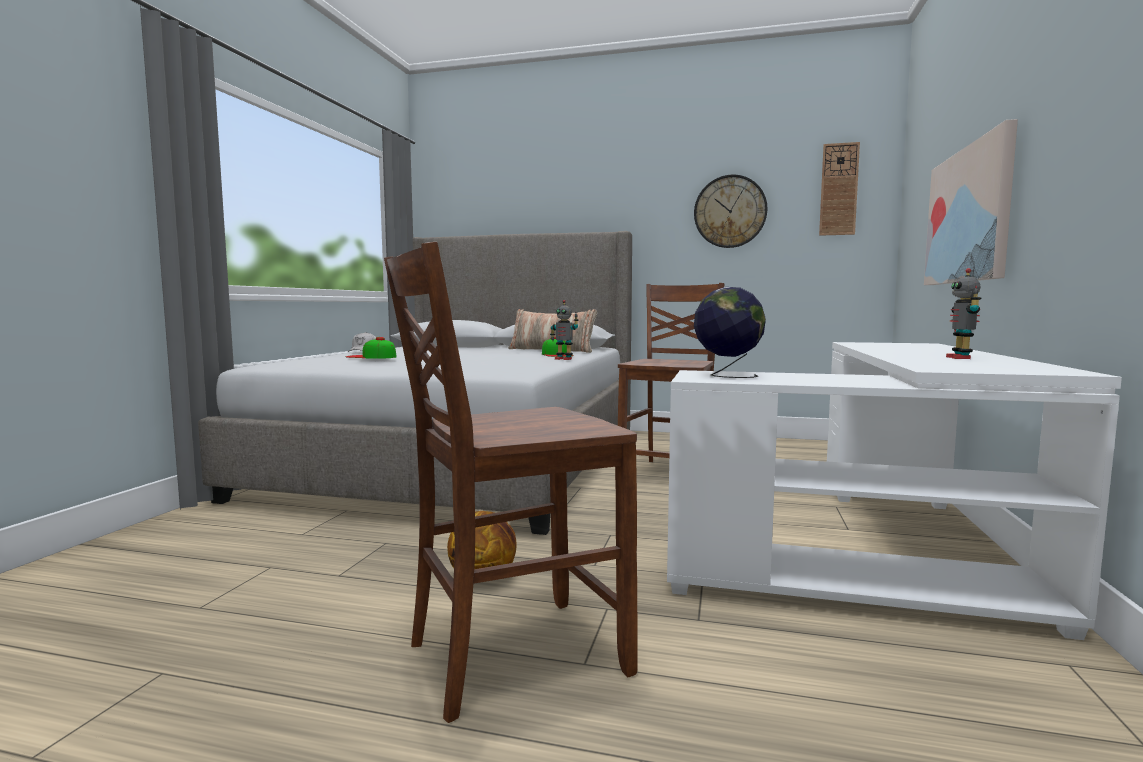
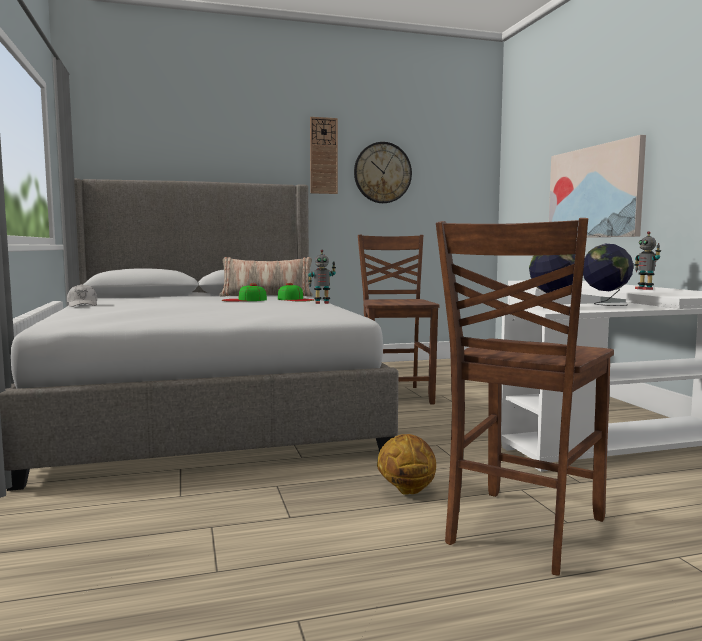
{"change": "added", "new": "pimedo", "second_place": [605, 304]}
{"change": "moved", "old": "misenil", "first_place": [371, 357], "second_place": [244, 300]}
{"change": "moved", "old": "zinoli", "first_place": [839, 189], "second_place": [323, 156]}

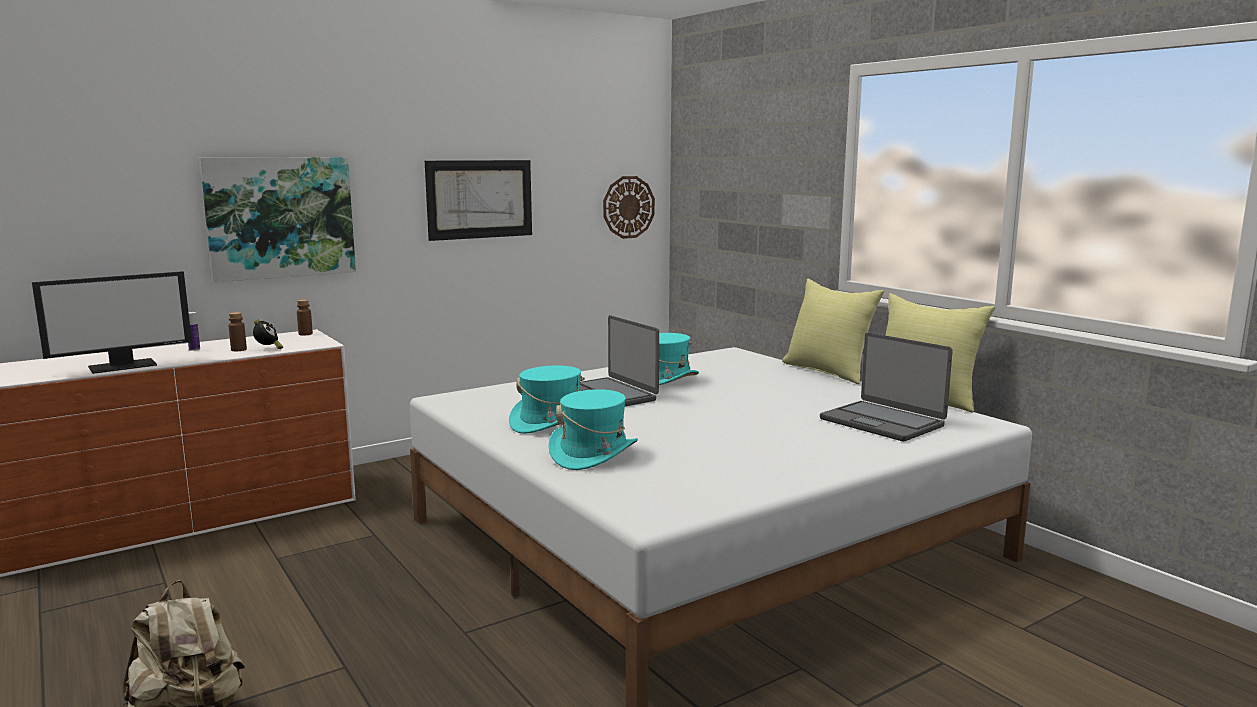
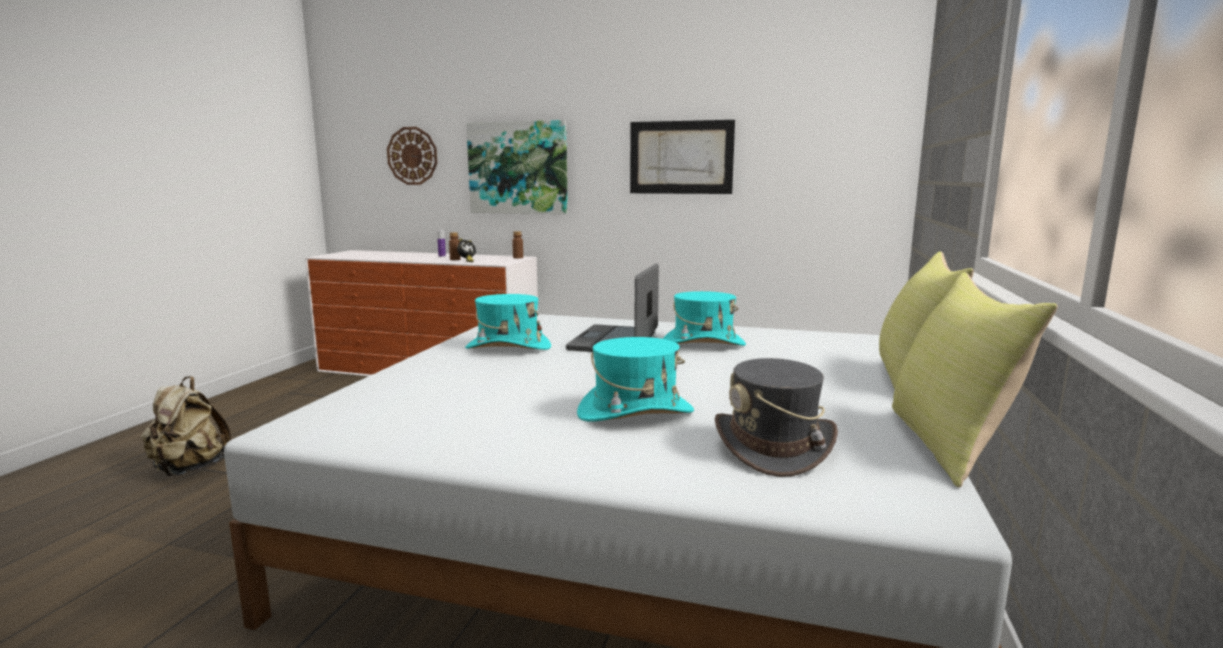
{"change": "removed", "old": "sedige", "first_place": [123, 365]}
{"change": "moved", "old": "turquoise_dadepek", "first_place": [593, 454], "second_place": [635, 412]}
{"change": "moved", "old": "zinoli", "first_place": [628, 207], "second_place": [412, 156]}
{"change": "replaced", "old": "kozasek", "new": "grey_dadepek", "first_place": [882, 422], "second_place": [773, 447]}

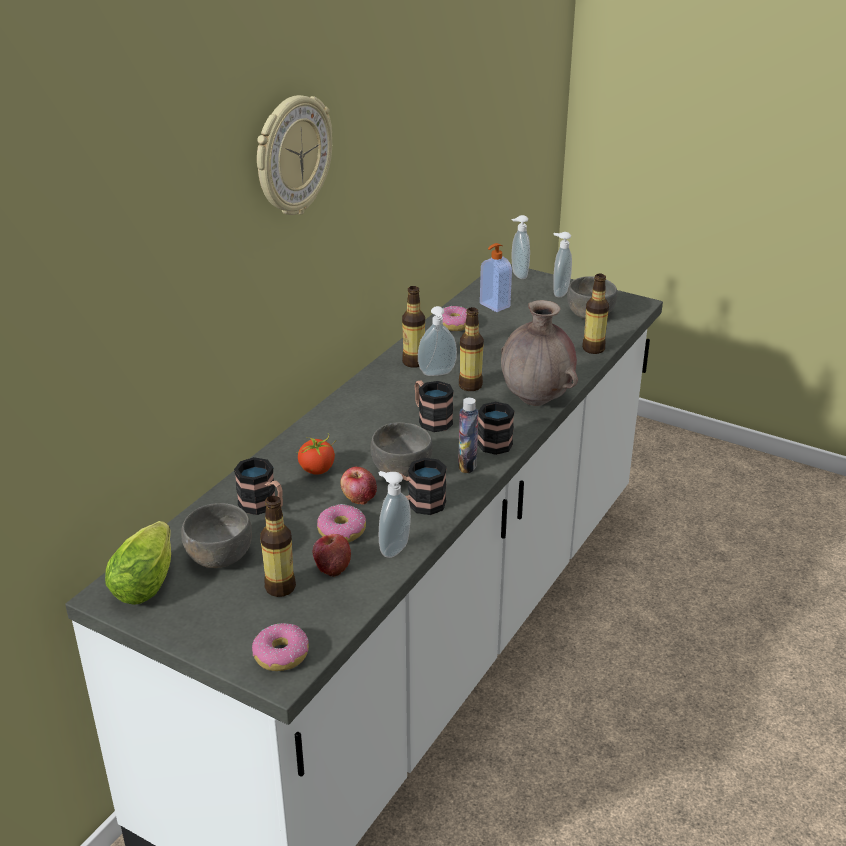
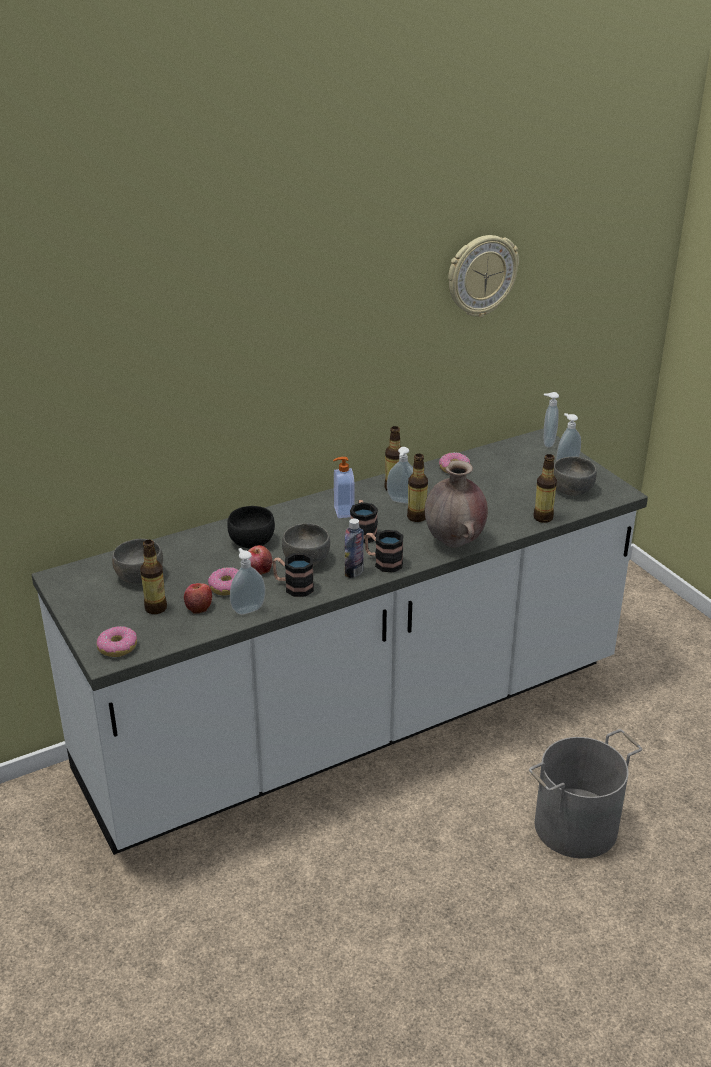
{"change": "removed", "old": "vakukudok", "first_place": [147, 578]}
{"change": "removed", "old": "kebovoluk", "first_place": [263, 506]}
{"change": "added", "new": "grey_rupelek", "second_place": [576, 827]}
{"change": "moved", "old": "zinoli", "first_place": [292, 156], "second_place": [481, 275]}
{"change": "moved", "old": "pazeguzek", "first_place": [494, 305], "second_place": [343, 512]}
{"change": "replaced", "old": "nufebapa", "new": "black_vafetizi", "first_place": [317, 469], "second_place": [251, 542]}

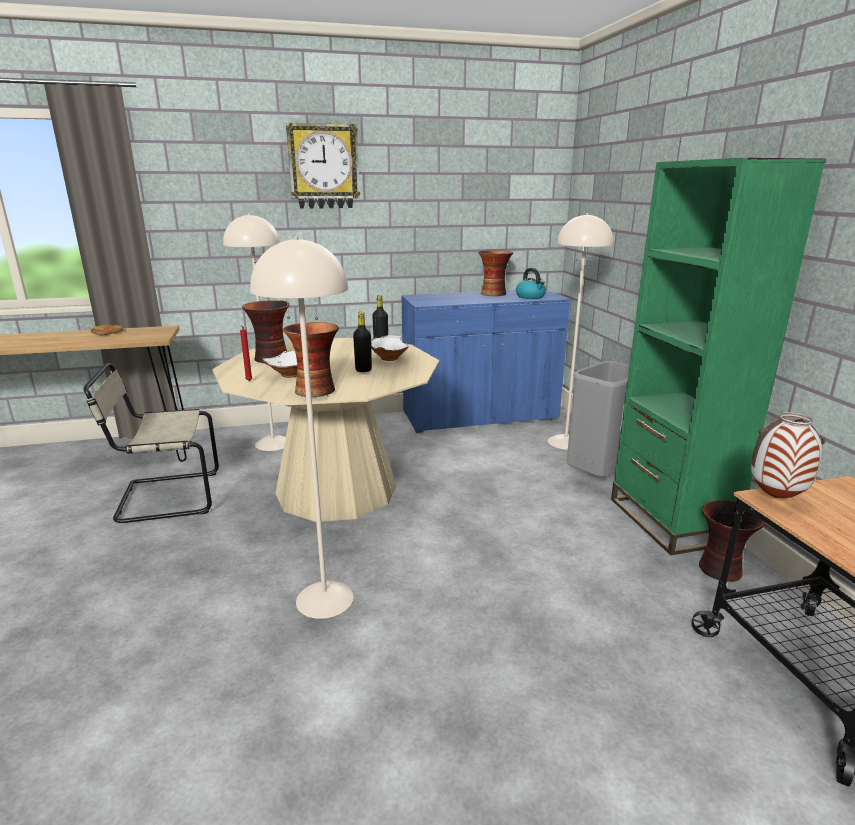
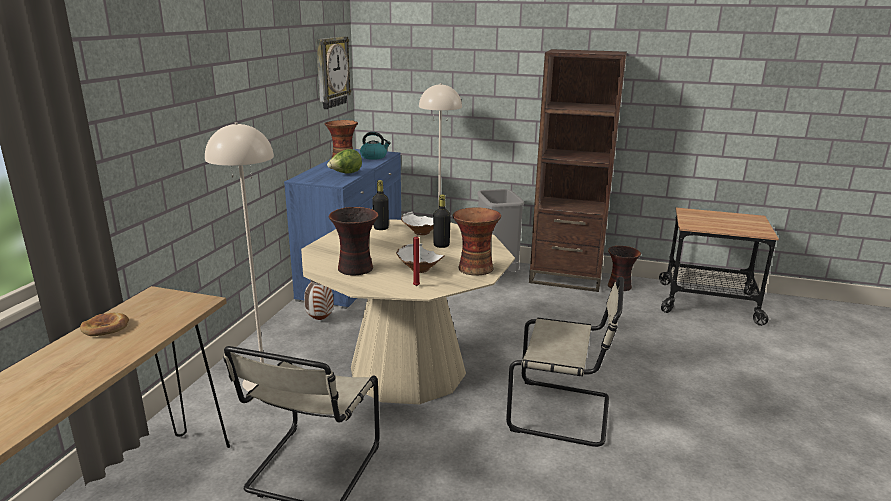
{"change": "added", "new": "vakukudok", "second_place": [345, 174]}
{"change": "moved", "old": "zinoli", "first_place": [324, 167], "second_place": [331, 72]}
{"change": "moved", "old": "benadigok", "first_place": [776, 497], "second_place": [320, 319]}
{"change": "replaced", "old": "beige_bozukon", "new": "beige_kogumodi", "first_place": [324, 599], "second_place": [564, 413]}
{"change": "recoloured", "old": "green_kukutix", "new": "brown_kukutix", "first_place": [669, 520], "second_place": [565, 278]}

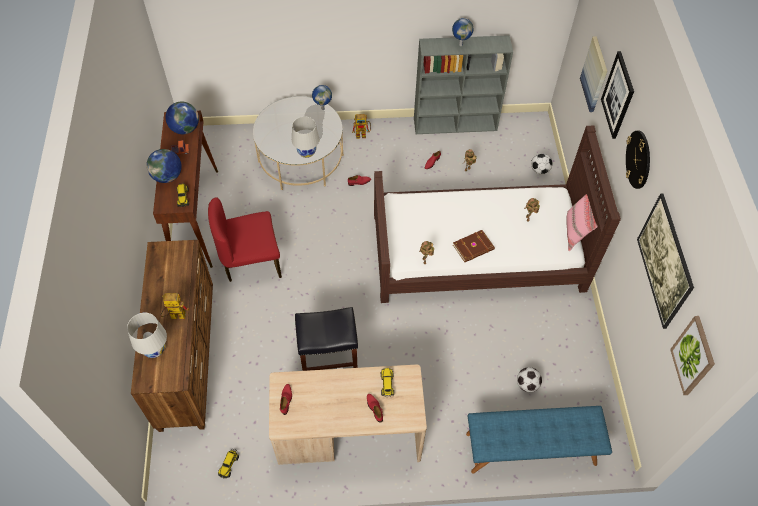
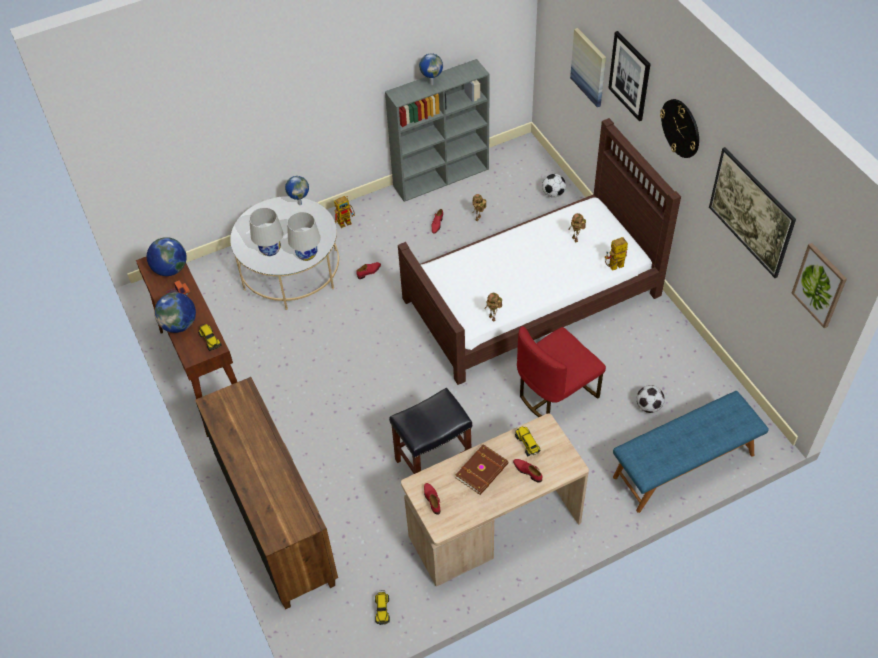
{"change": "removed", "old": "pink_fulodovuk", "first_place": [576, 232]}
{"change": "moved", "old": "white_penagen", "first_place": [154, 349], "second_place": [270, 250]}
{"change": "moved", "old": "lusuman", "first_place": [175, 316], "second_place": [613, 267]}
{"change": "moved", "old": "red_kogumodi", "first_place": [251, 261], "second_place": [555, 393]}
{"change": "moved", "old": "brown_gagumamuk", "first_place": [474, 247], "second_place": [482, 471]}

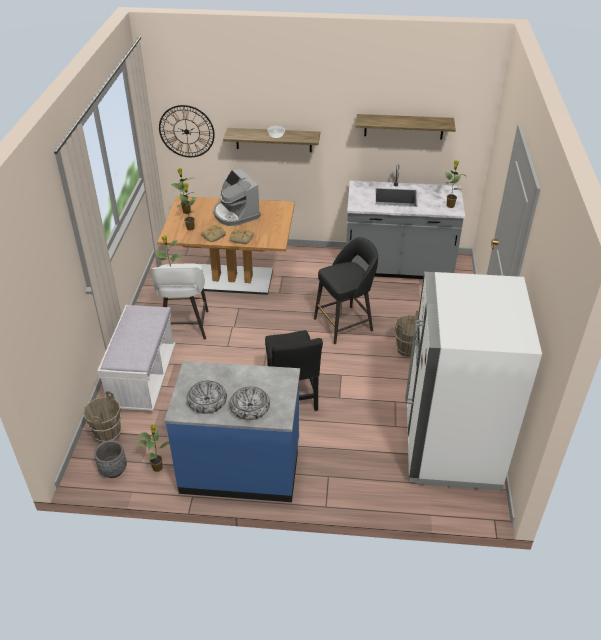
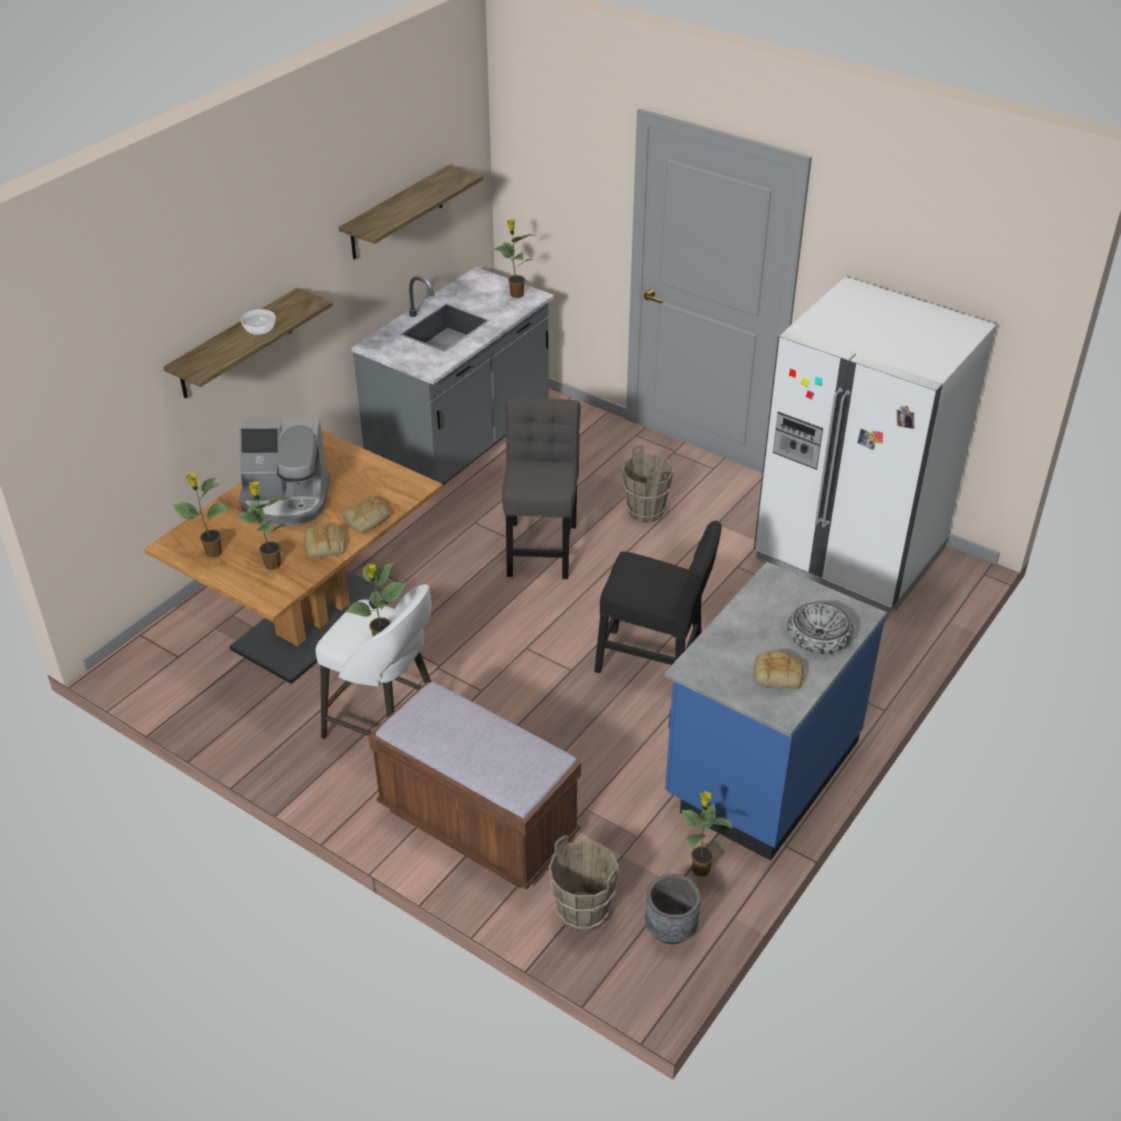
{"change": "removed", "old": "zinoli", "first_place": [186, 131]}
{"change": "replaced", "old": "vafetizi", "new": "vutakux", "first_place": [207, 401], "second_place": [778, 674]}
{"change": "replaced", "old": "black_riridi", "new": "grey_kogumodi", "first_place": [345, 324], "second_place": [541, 546]}
{"change": "recoloured", "old": "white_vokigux", "new": "brown_vokigux", "first_place": [143, 379], "second_place": [477, 823]}

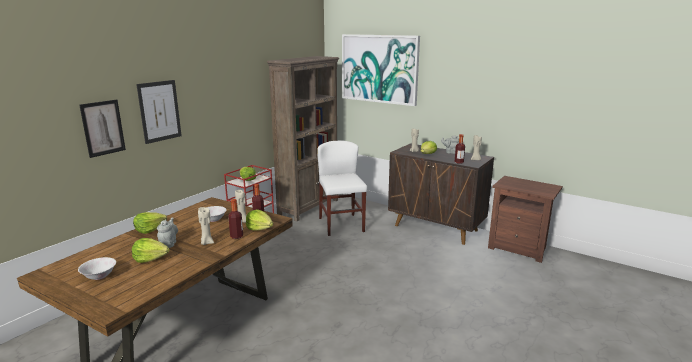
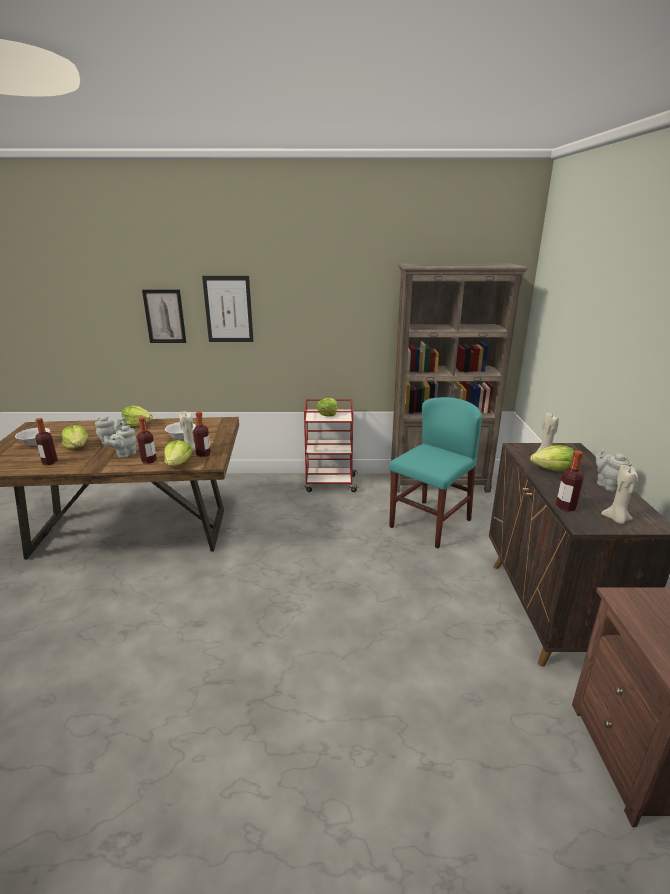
{"change": "removed", "old": "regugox", "first_place": [379, 69]}
{"change": "added", "new": "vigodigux", "second_place": [50, 462]}
{"change": "replaced", "old": "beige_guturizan", "new": "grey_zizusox", "first_place": [206, 242], "second_place": [125, 454]}
{"change": "recoloured", "old": "white_kogumodi", "new": "turquoise_kogumodi", "first_place": [341, 224], "second_place": [430, 523]}

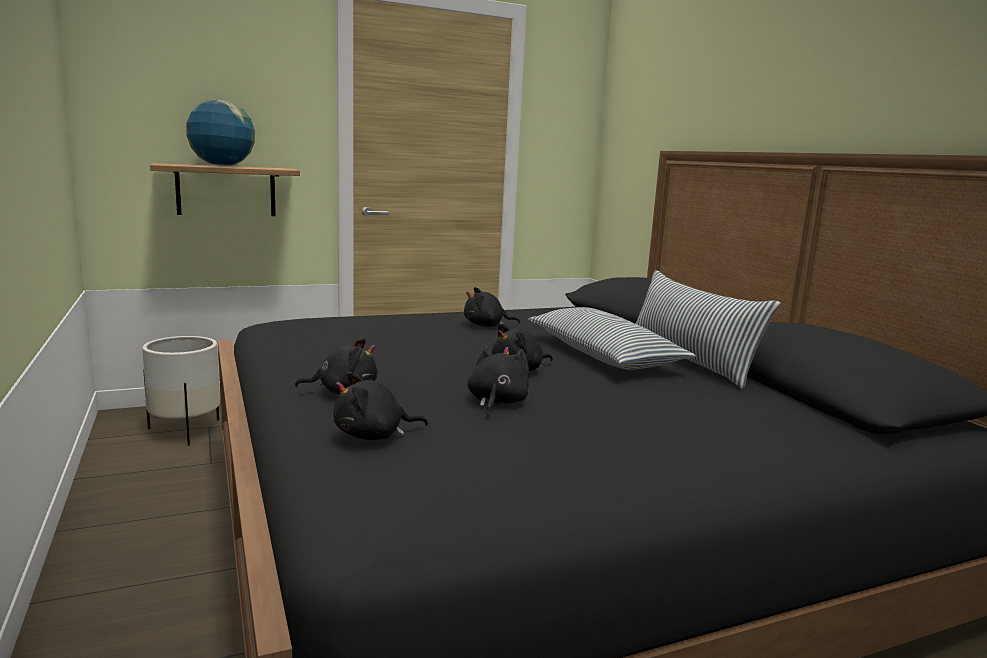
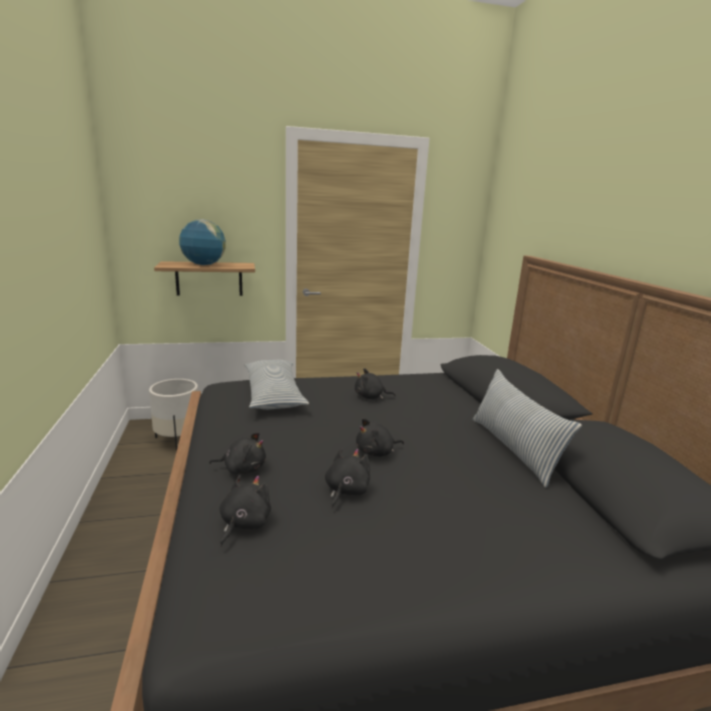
{"change": "moved", "old": "fulodovuk", "first_place": [603, 355], "second_place": [273, 394]}
{"change": "turned", "old": "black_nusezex", "first_place": [373, 435], "second_place": [243, 524], "degrees": 120}

